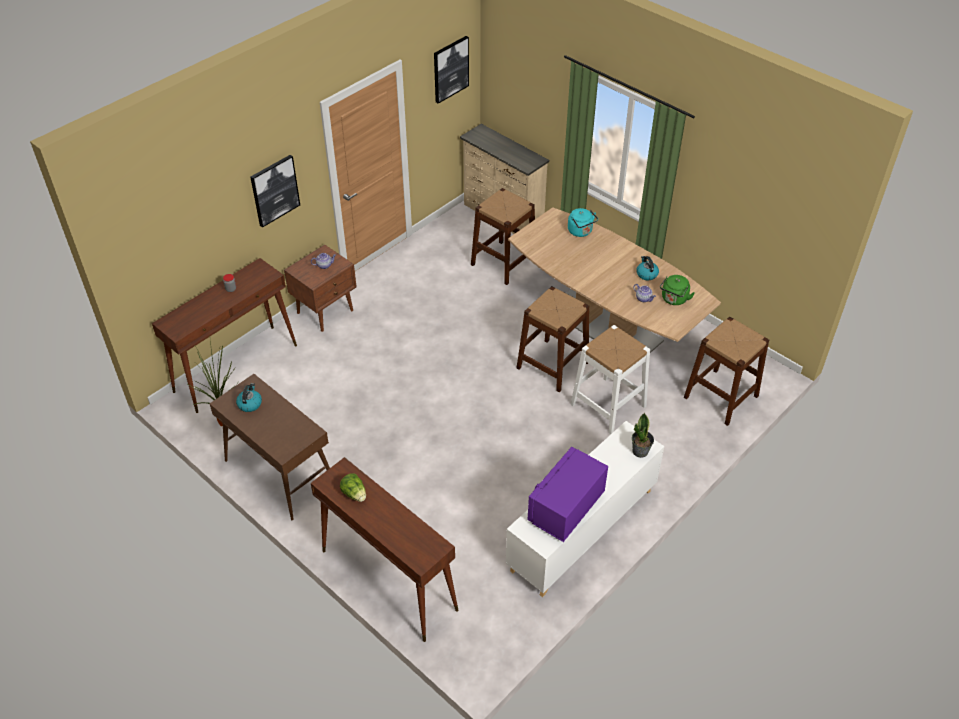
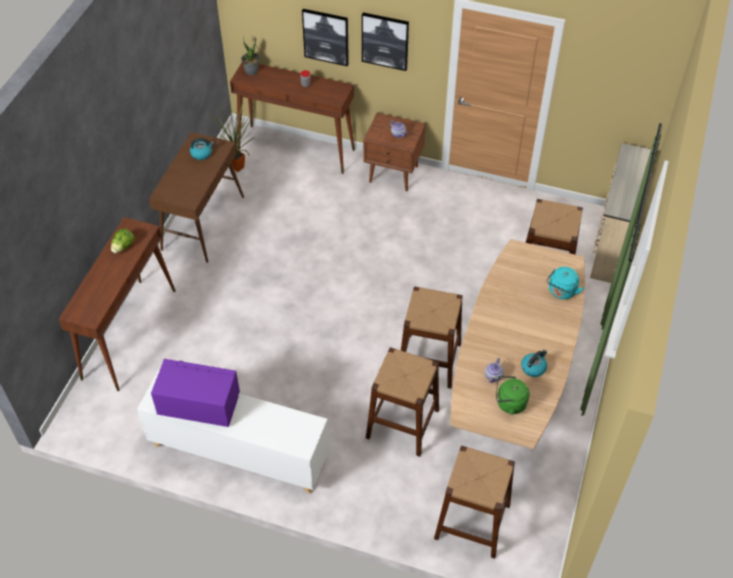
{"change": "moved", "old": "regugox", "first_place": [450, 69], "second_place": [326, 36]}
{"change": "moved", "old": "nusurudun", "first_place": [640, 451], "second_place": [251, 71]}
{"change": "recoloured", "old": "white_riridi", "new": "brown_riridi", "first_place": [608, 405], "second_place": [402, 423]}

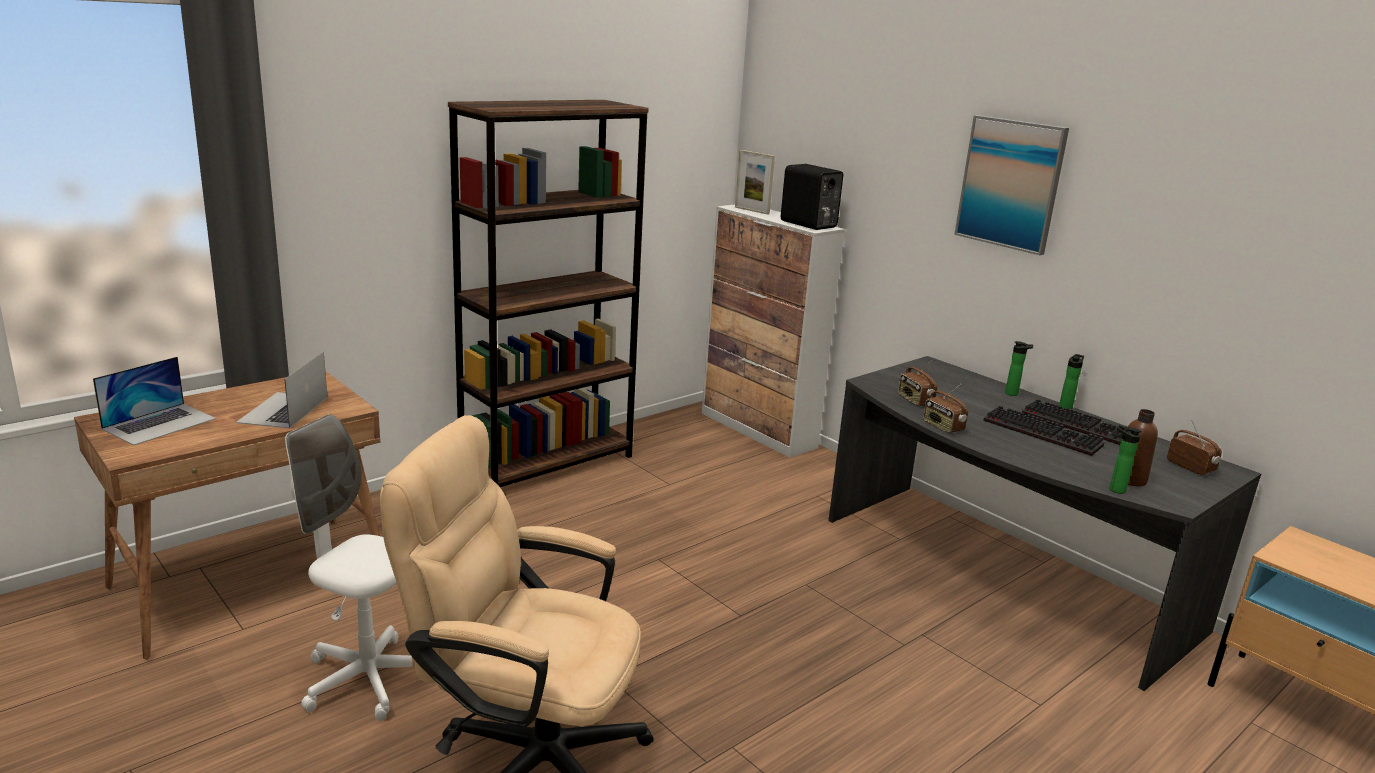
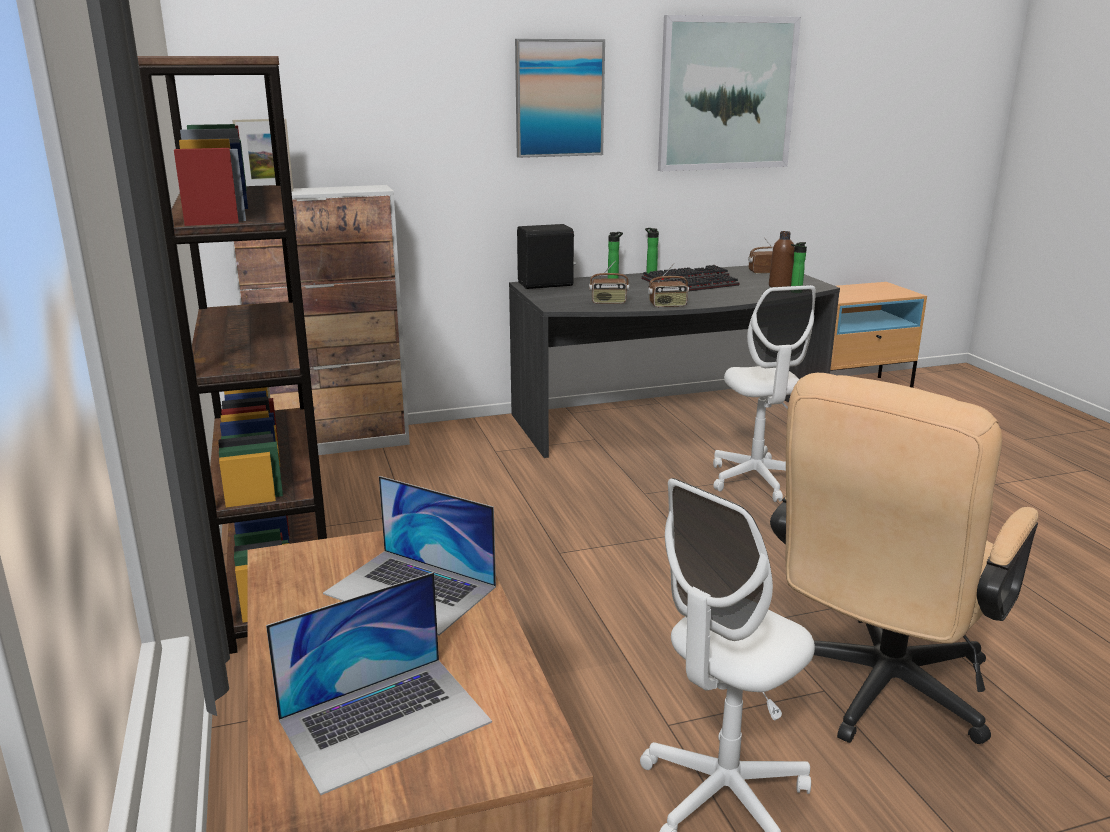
{"change": "added", "new": "regugox", "second_place": [726, 94]}
{"change": "added", "new": "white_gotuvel", "second_place": [756, 480]}
{"change": "moved", "old": "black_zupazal", "first_place": [808, 225], "second_place": [546, 285]}
{"change": "turned", "old": "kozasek", "first_place": [160, 423], "second_place": [385, 720], "degrees": 90}

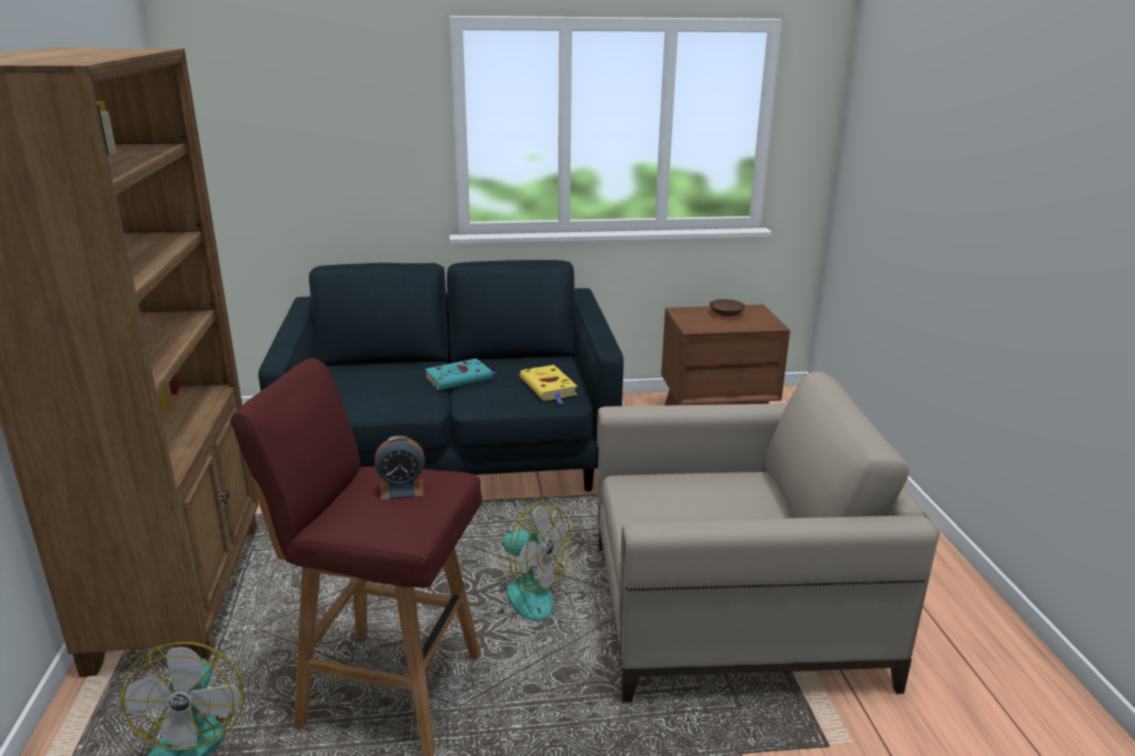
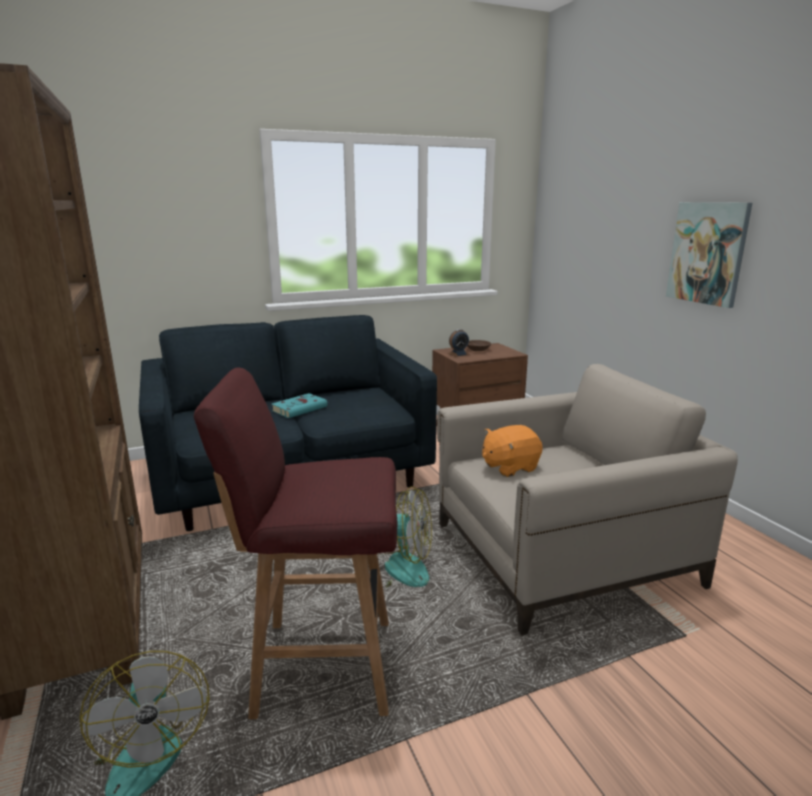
{"change": "removed", "old": "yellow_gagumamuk", "first_place": [549, 388]}
{"change": "added", "new": "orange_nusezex", "second_place": [509, 467]}
{"change": "added", "new": "regugox", "second_place": [708, 253]}
{"change": "moved", "old": "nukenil", "first_place": [402, 489], "second_place": [458, 354]}

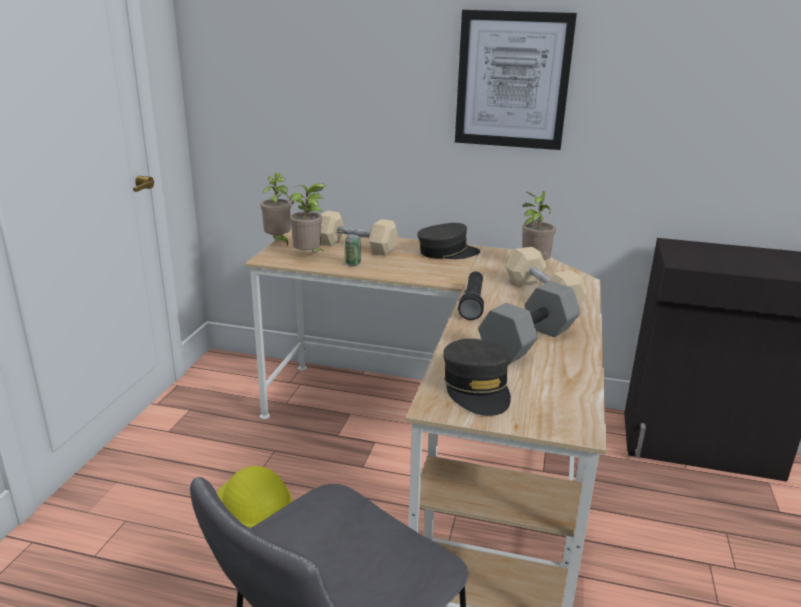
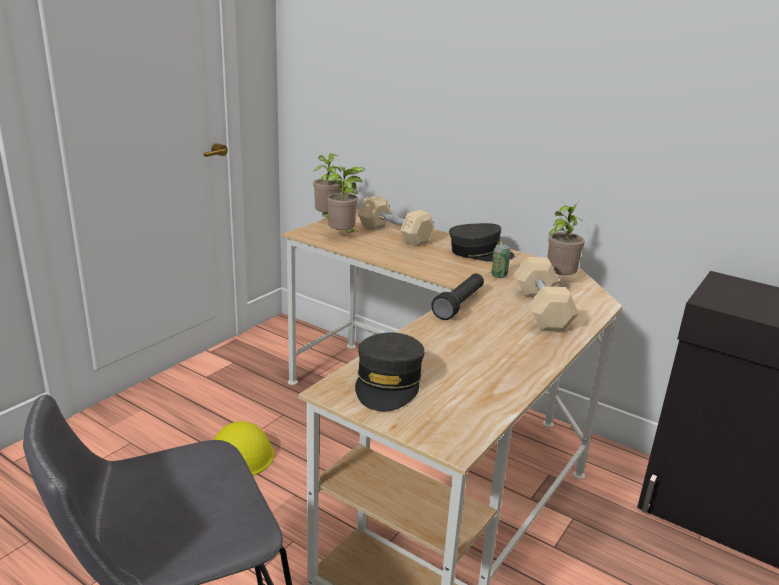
{"change": "removed", "old": "regugox", "first_place": [512, 80]}
{"change": "removed", "old": "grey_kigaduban", "first_place": [529, 342]}
{"change": "moved", "old": "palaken", "first_place": [353, 264], "second_place": [499, 275]}

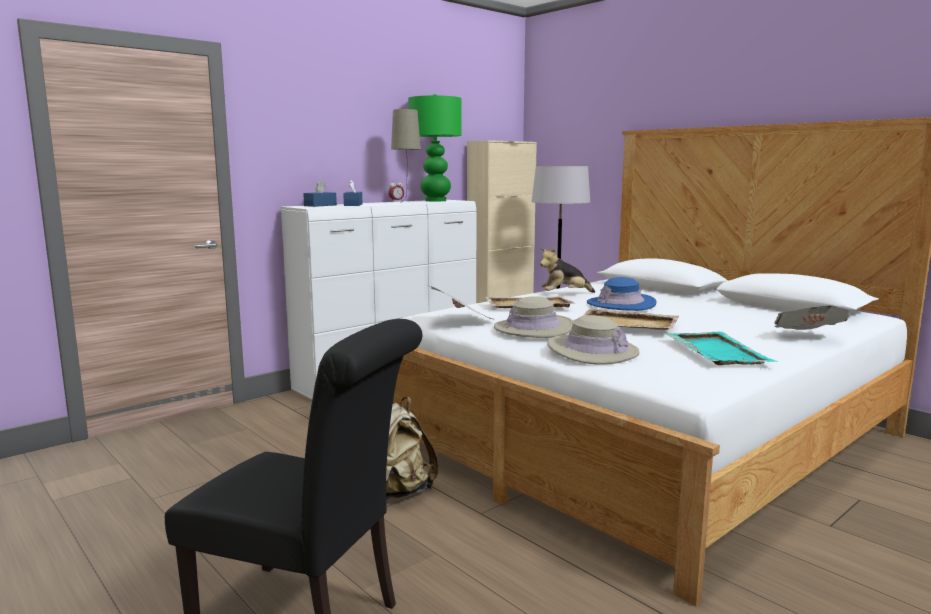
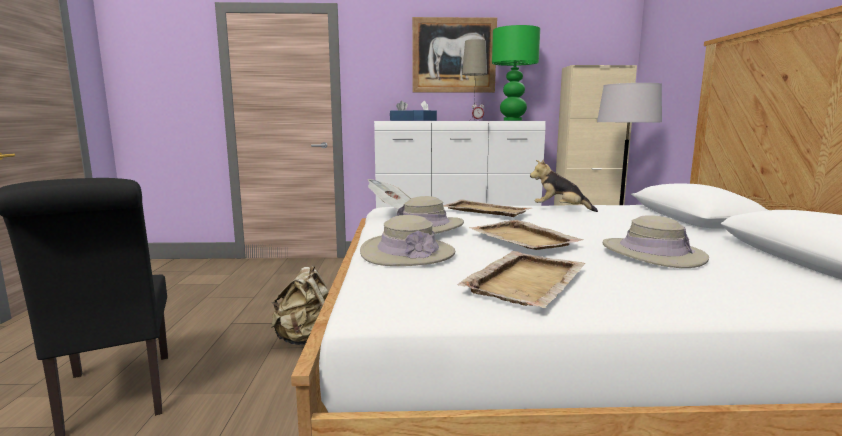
{"change": "removed", "old": "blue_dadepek", "first_place": [621, 304]}
{"change": "removed", "old": "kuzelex", "first_place": [808, 337]}
{"change": "added", "new": "regugox", "second_place": [454, 55]}
{"change": "added", "new": "beige_dadepek", "second_place": [652, 253]}
{"change": "recoloured", "old": "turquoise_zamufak", "new": "beige_zamufak", "first_place": [716, 351], "second_place": [526, 281]}

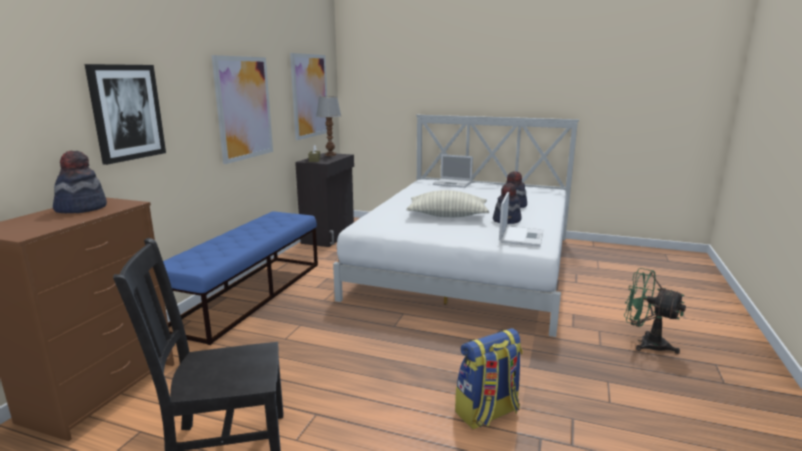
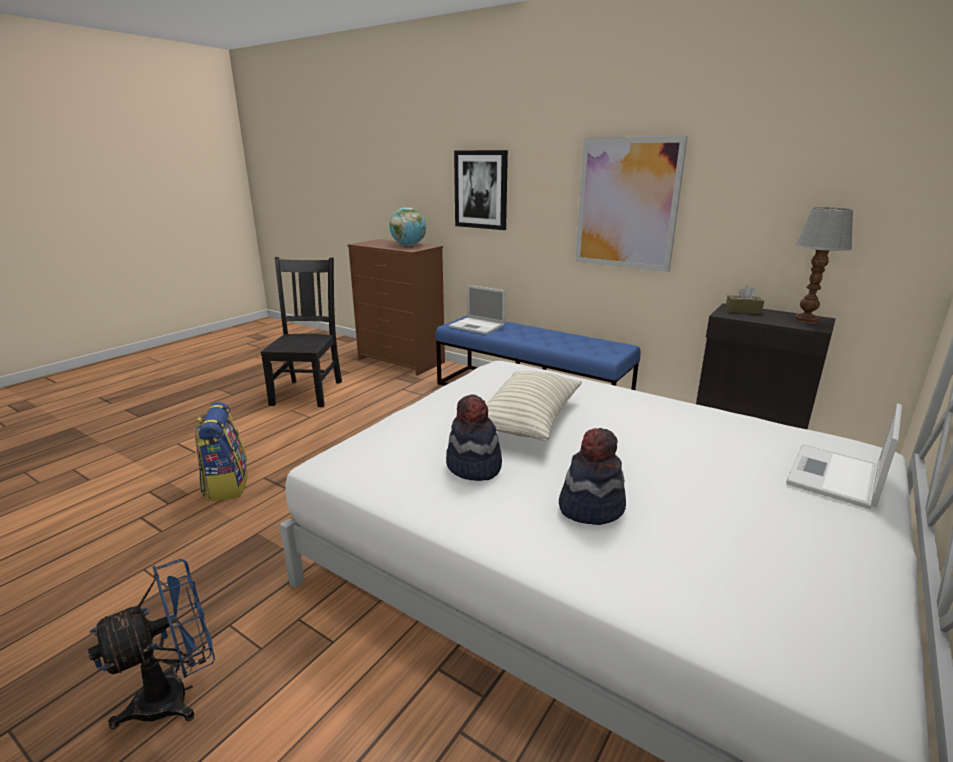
{"change": "removed", "old": "regugox", "first_place": [309, 96]}
{"change": "moved", "old": "kozasek", "first_place": [521, 236], "second_place": [478, 326]}
{"change": "replaced", "old": "dadepek", "new": "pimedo", "first_place": [81, 208], "second_place": [408, 245]}
{"change": "recoloured", "old": "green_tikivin", "new": "blue_tikivin", "first_place": [645, 343], "second_place": [177, 694]}

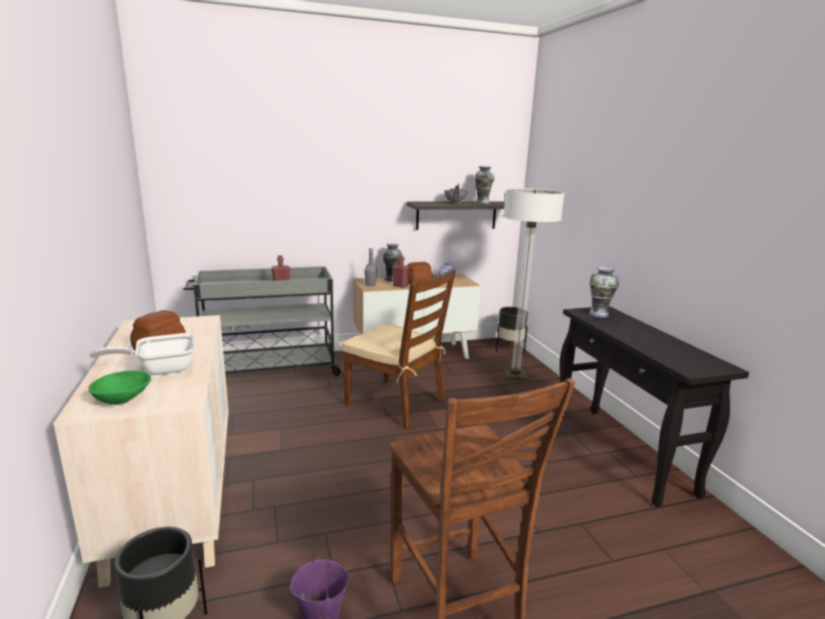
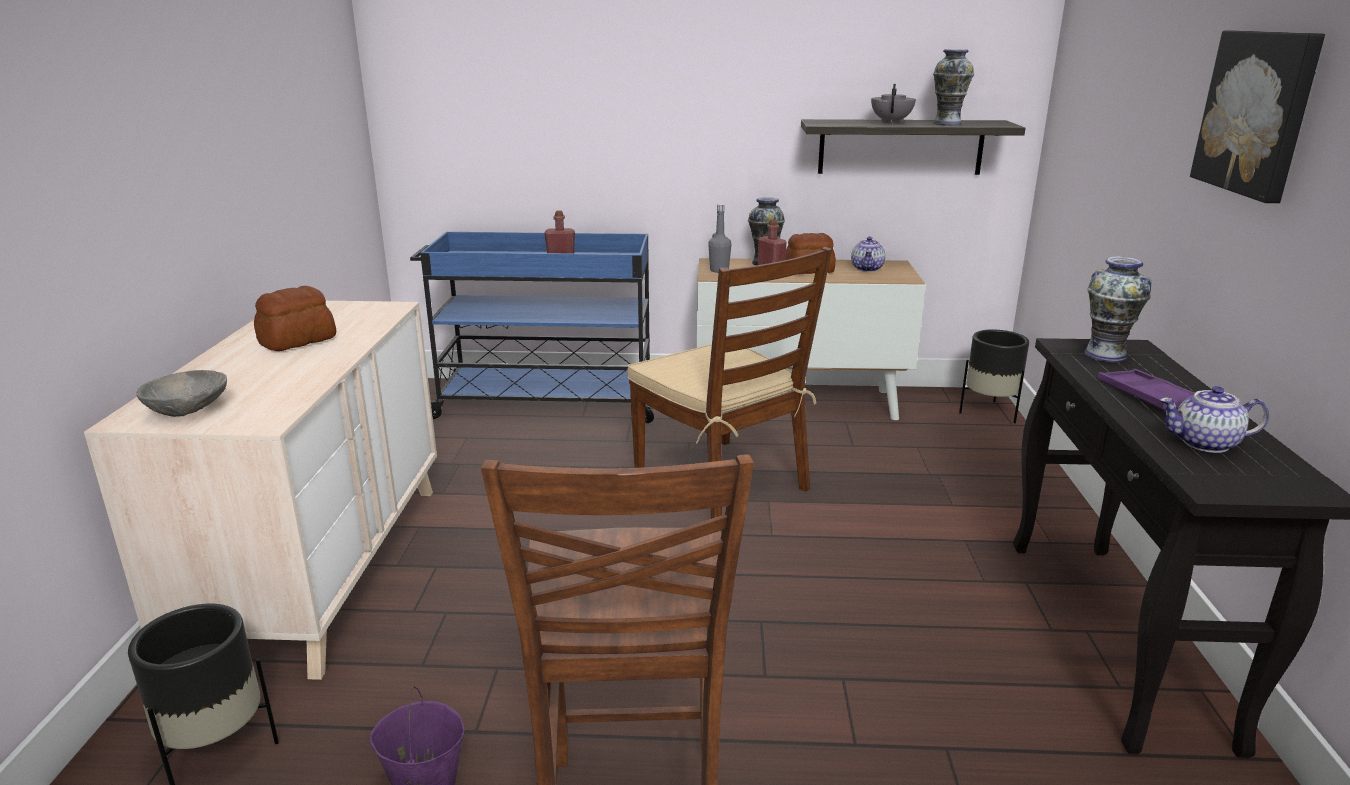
{"change": "removed", "old": "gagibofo", "first_place": [160, 369]}
{"change": "removed", "old": "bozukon", "first_place": [515, 375]}
{"change": "added", "new": "purple_zamufak", "second_place": [1146, 396]}
{"change": "added", "new": "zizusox", "second_place": [1204, 443]}
{"change": "added", "new": "regugox", "second_place": [1258, 113]}
{"change": "recoloured", "old": "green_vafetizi", "new": "grey_vafetizi", "first_place": [124, 399], "second_place": [190, 410]}
{"change": "recoloured", "old": "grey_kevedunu", "new": "blue_kevedunu", "first_place": [268, 370], "second_place": [545, 402]}

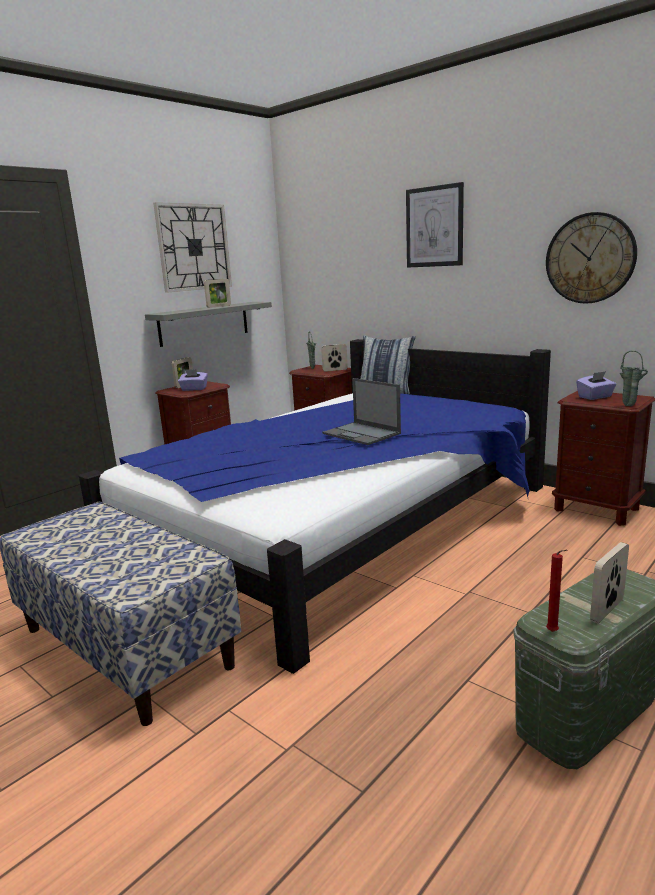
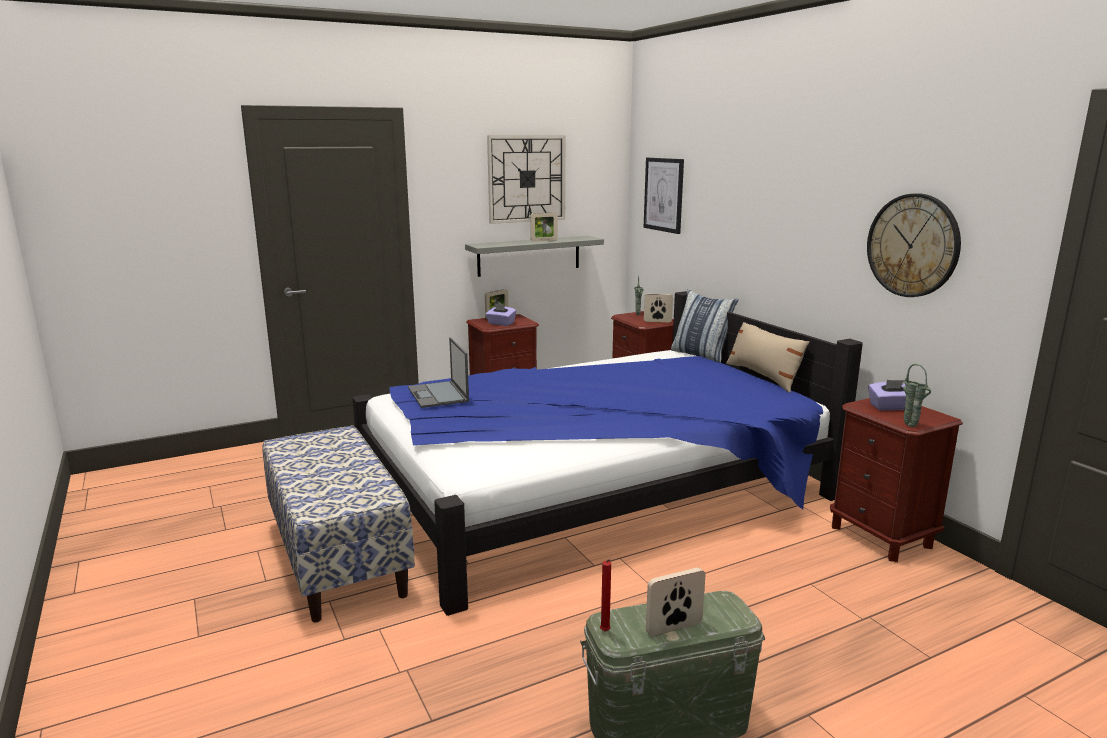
{"change": "added", "new": "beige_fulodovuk", "second_place": [763, 376]}
{"change": "moved", "old": "kozasek", "first_place": [362, 434], "second_place": [438, 395]}
{"change": "moved", "old": "regugox", "first_place": [434, 227], "second_place": [664, 194]}

